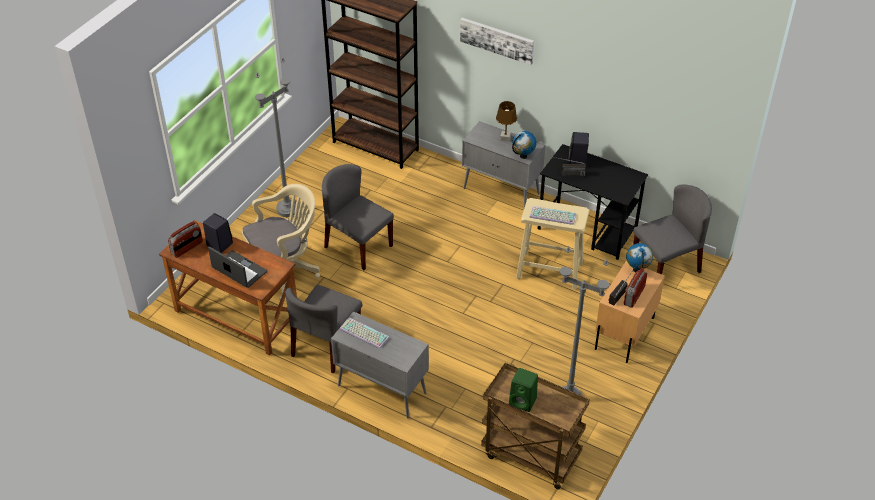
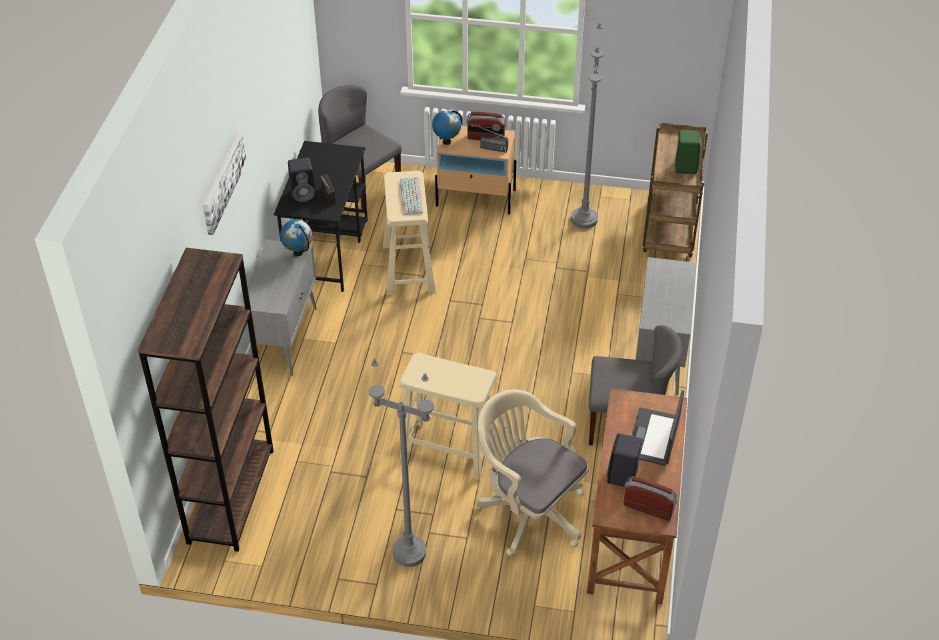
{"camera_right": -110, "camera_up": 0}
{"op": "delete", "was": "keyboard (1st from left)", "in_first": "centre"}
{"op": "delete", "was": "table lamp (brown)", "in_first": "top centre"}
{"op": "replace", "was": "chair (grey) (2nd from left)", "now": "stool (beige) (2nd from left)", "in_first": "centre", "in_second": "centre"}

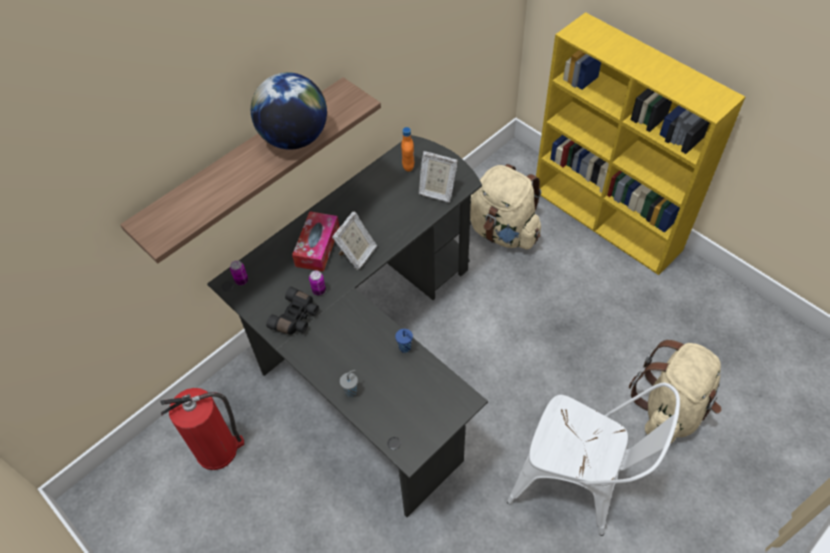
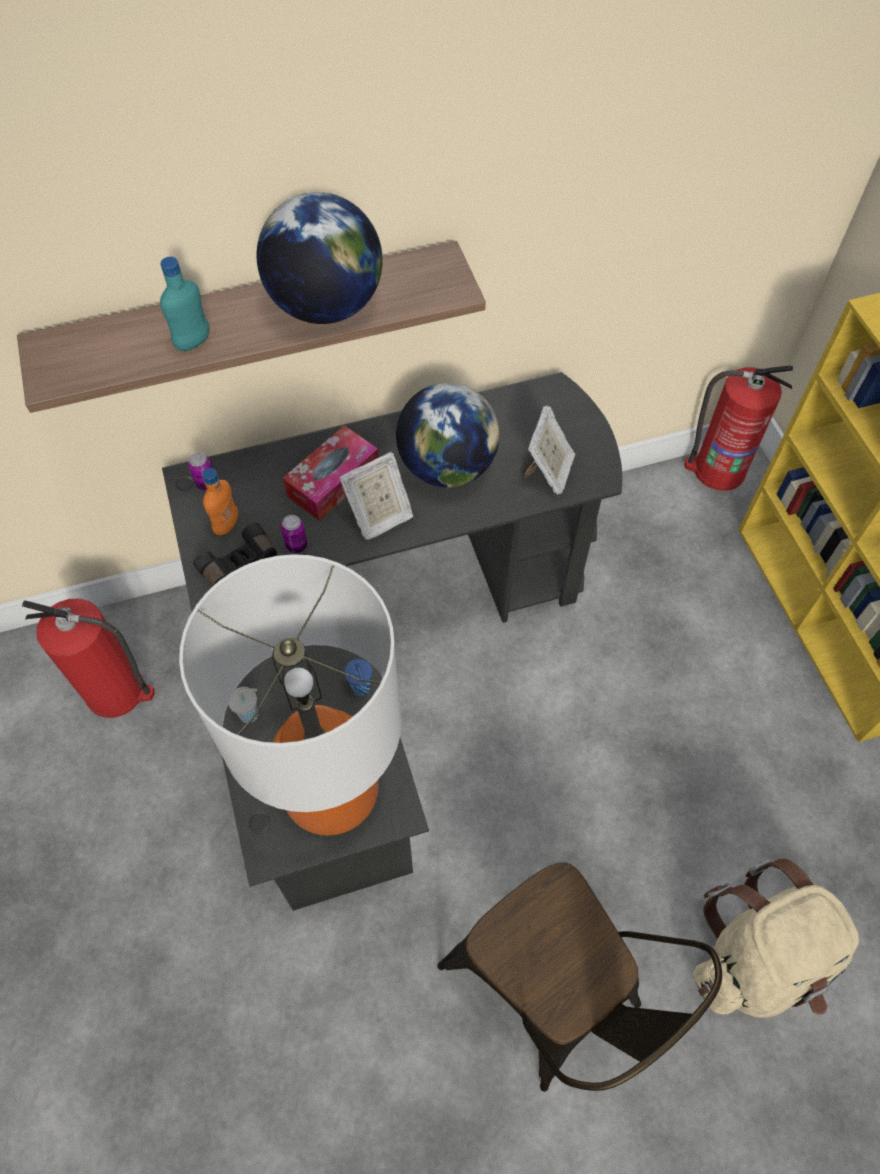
{"camera_right": 25, "camera_up": 5}
{"op": "delete", "was": "backpack (beige) (1st from left)", "in_first": "centre"}
{"op": "insert", "now": "bottle (turquoise)", "in_second": "top left"}
{"op": "insert", "now": "table lamp", "in_second": "middle left"}
{"op": "insert", "now": "globe (2nd from left)", "in_second": "centre"}
{"op": "insert", "now": "fire extinguisher (2nd from left)", "in_second": "middle right"}
{"op": "move", "was": "bottle (orange)", "in_first": "top centre", "in_second": "middle left"}
{"op": "recolor", "was": "chair (white)", "now": "chair (brown)", "in_first": "bottom right", "in_second": "bottom centre"}
{"op": "rotate", "was": "picture frame (2nd from left)", "in_first": "top centre", "in_second": "centre", "clockwise": -120}

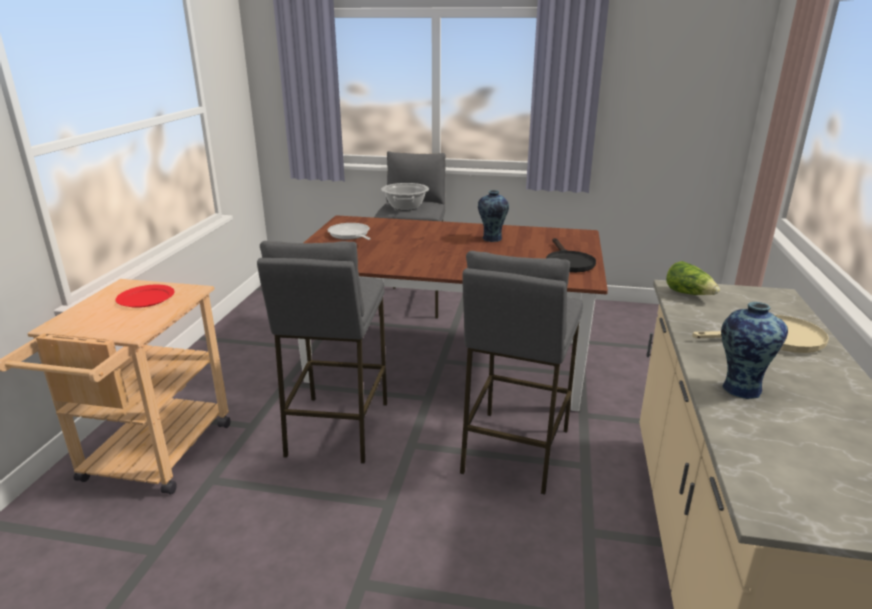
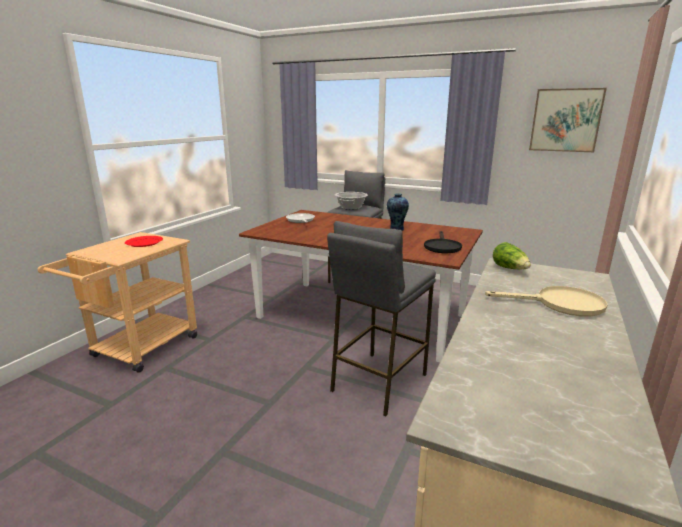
{"camera_right": 15, "camera_up": -5}
{"op": "delete", "was": "stool (grey) (1st from left)", "in_first": "centre"}
{"op": "delete", "was": "vase (2nd from left)", "in_first": "middle right"}
{"op": "insert", "now": "picture", "in_second": "top right"}

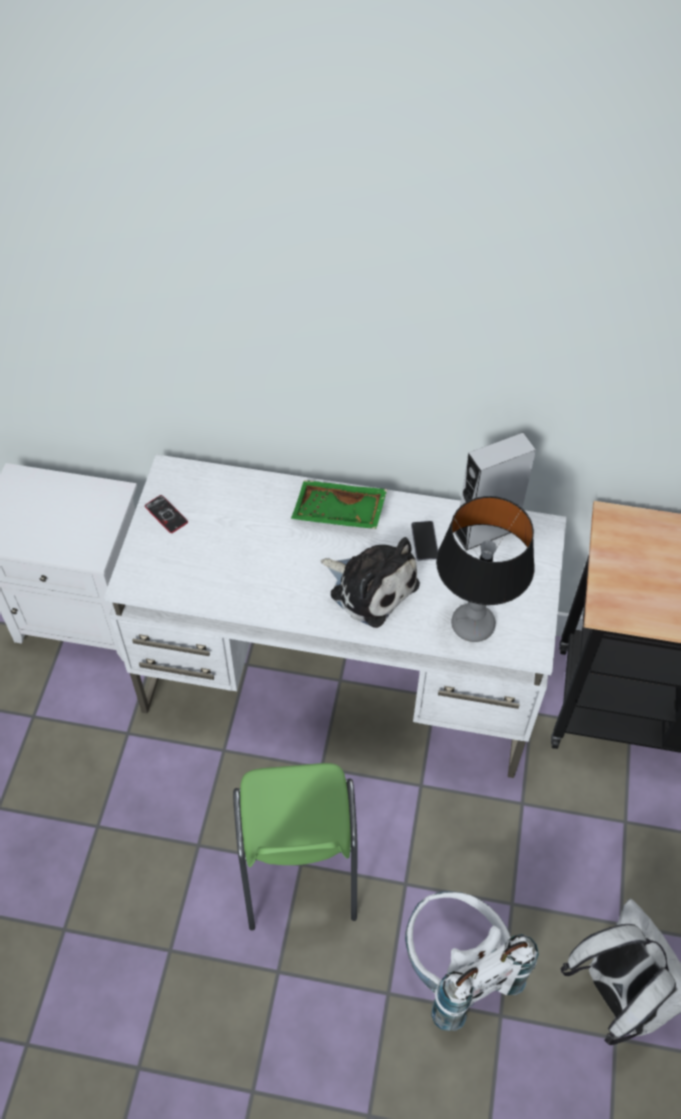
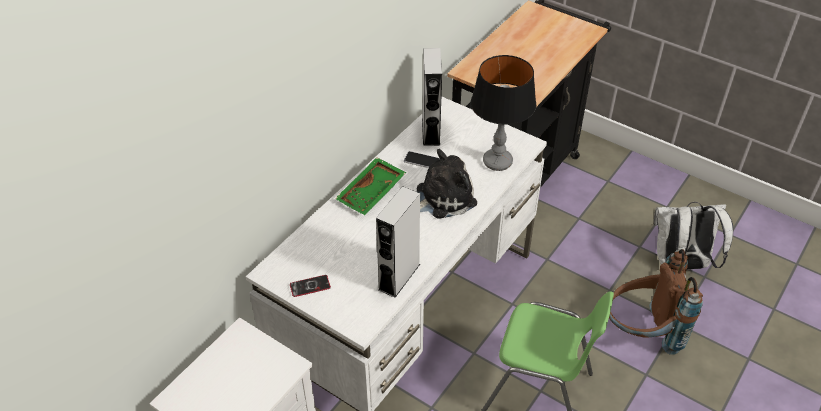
{"camera_right": -65, "camera_up": -10}
{"op": "insert", "now": "speaker (grey) (1st from left)", "in_second": "centre"}
{"op": "recolor", "was": "backpack (white) (1st from left)", "now": "backpack (brown)", "in_first": "bottom right", "in_second": "bottom right"}

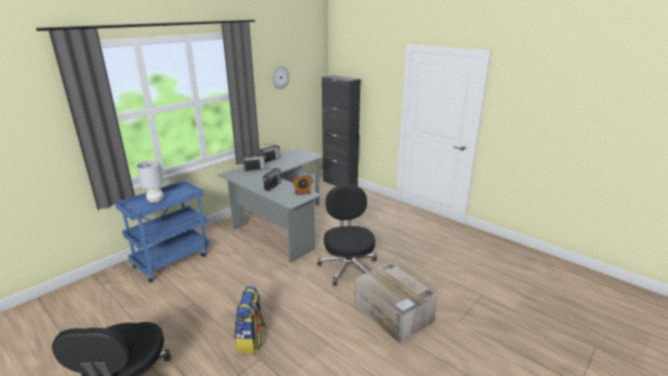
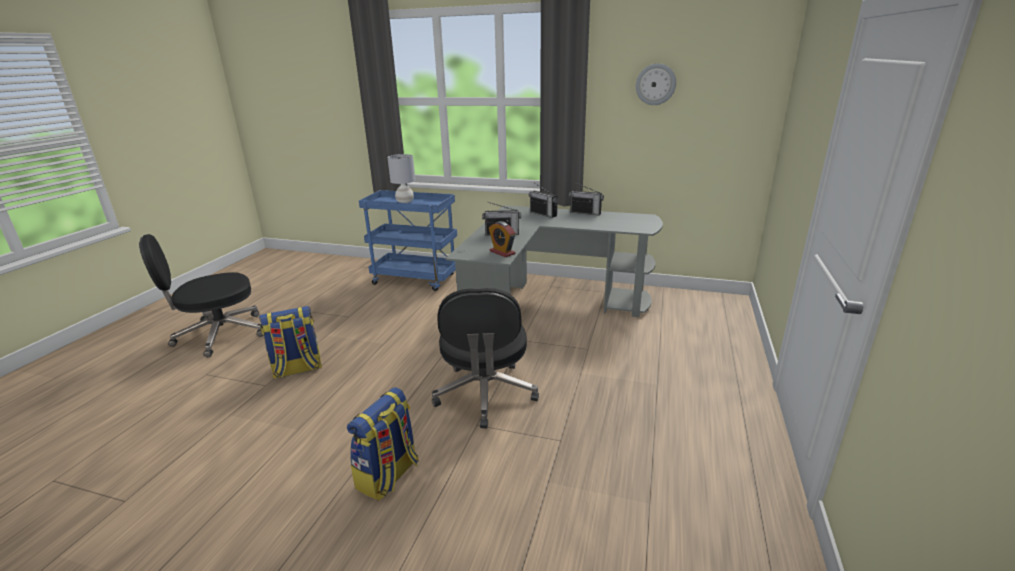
{"camera_right": 65, "camera_up": 0}
{"op": "delete", "was": "cabinet (black)", "in_first": "centre"}
{"op": "replace", "was": "cardboard box", "now": "backpack (2nd from left)", "in_first": "bottom centre", "in_second": "bottom centre"}
{"op": "rotate", "was": "office chair (black) (2nd from left)", "in_first": "centre", "in_second": "centre", "clockwise": 120}

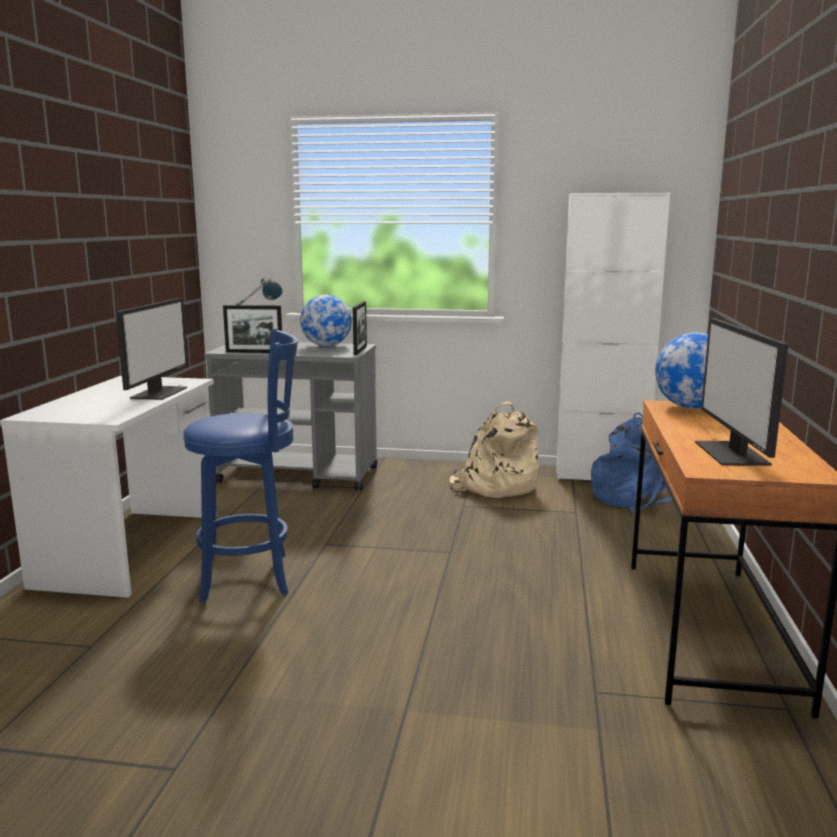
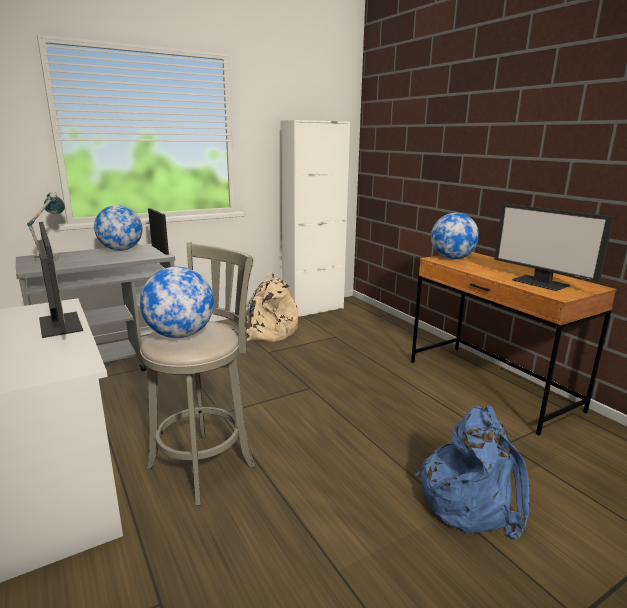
{"camera_right": -40, "camera_up": 5}
{"op": "delete", "was": "picture frame (1st from left)", "in_first": "middle left"}
{"op": "insert", "now": "globe (2nd from left)", "in_second": "middle left"}
{"op": "move", "was": "backpack (blue)", "in_first": "middle right", "in_second": "bottom right"}
{"op": "recolor", "was": "stool (blue)", "now": "stool (grey)", "in_first": "middle left", "in_second": "middle left"}

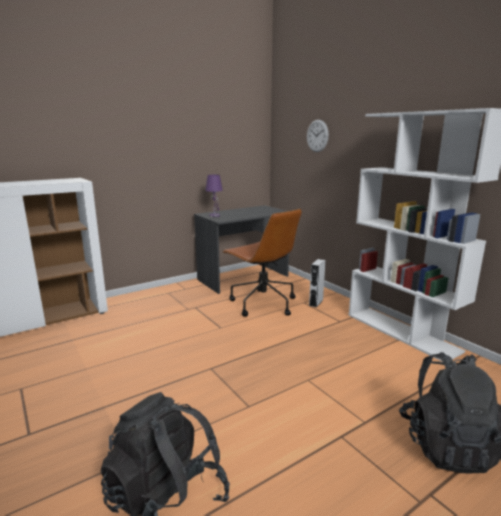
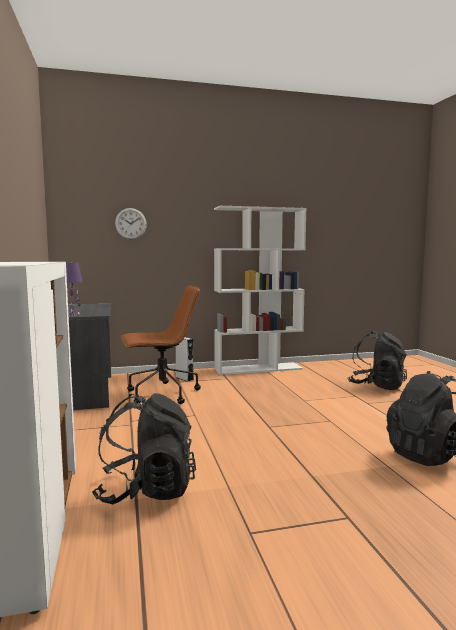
{"camera_right": -70, "camera_up": -10}
{"op": "insert", "now": "backpack (black) (1st from left)", "in_second": "bottom left"}

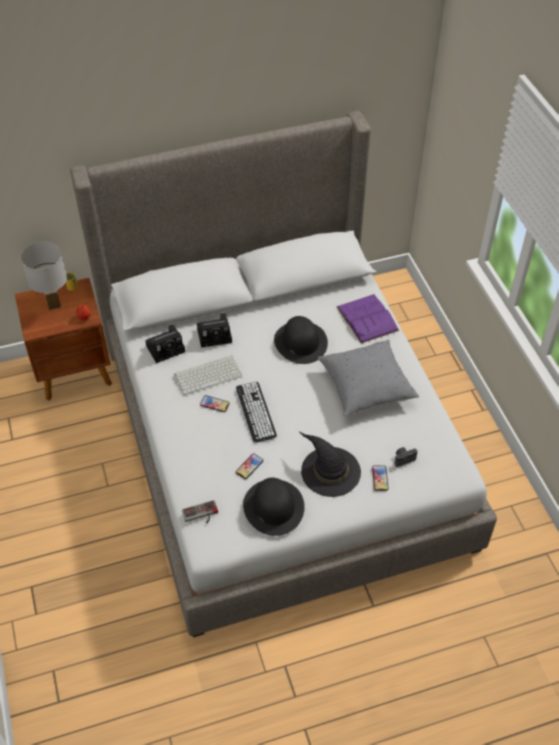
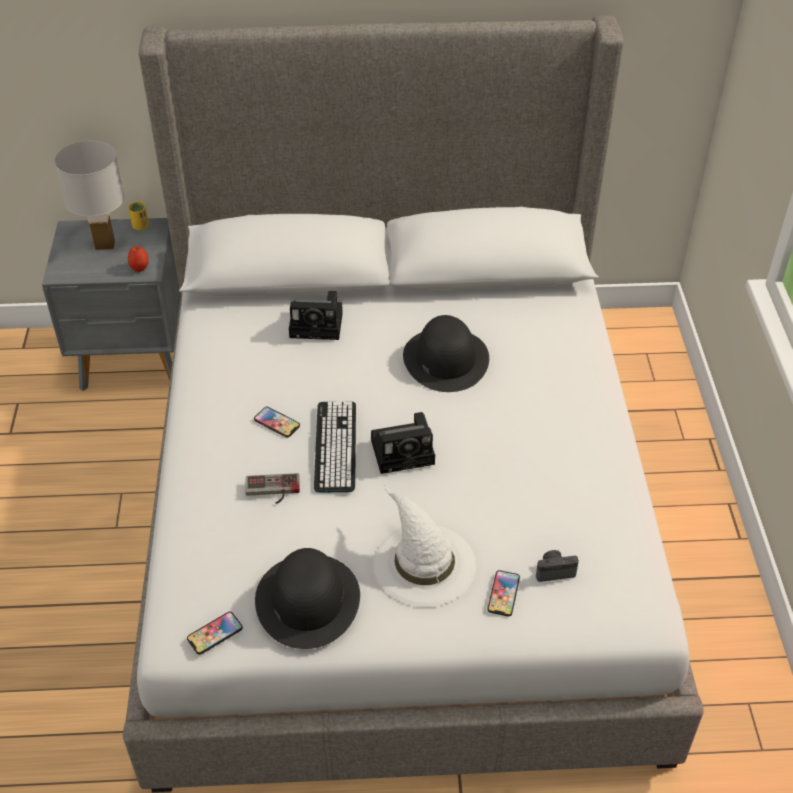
{"camera_right": 15, "camera_up": -5}
{"op": "delete", "was": "keyboard (1st from left)", "in_first": "centre"}
{"op": "delete", "was": "pillow (grey)", "in_first": "centre"}
{"op": "delete", "was": "book (purple)", "in_first": "centre"}
{"op": "move", "was": "photo camera (1st from left in the first image)", "now": "photo camera (2nd from left)", "in_first": "middle left", "in_second": "centre"}
{"op": "move", "was": "game controller", "in_first": "bottom centre", "in_second": "centre"}
{"op": "move", "was": "phone (2nd from left in the first image)", "now": "phone (1st from left)", "in_first": "centre", "in_second": "bottom left"}
{"op": "recolor", "was": "nightstand (brown)", "now": "nightstand (grey)", "in_first": "middle left", "in_second": "middle left"}
{"op": "recolor", "was": "hat (black) (3rd from left)", "now": "hat (white)", "in_first": "centre", "in_second": "bottom centre"}

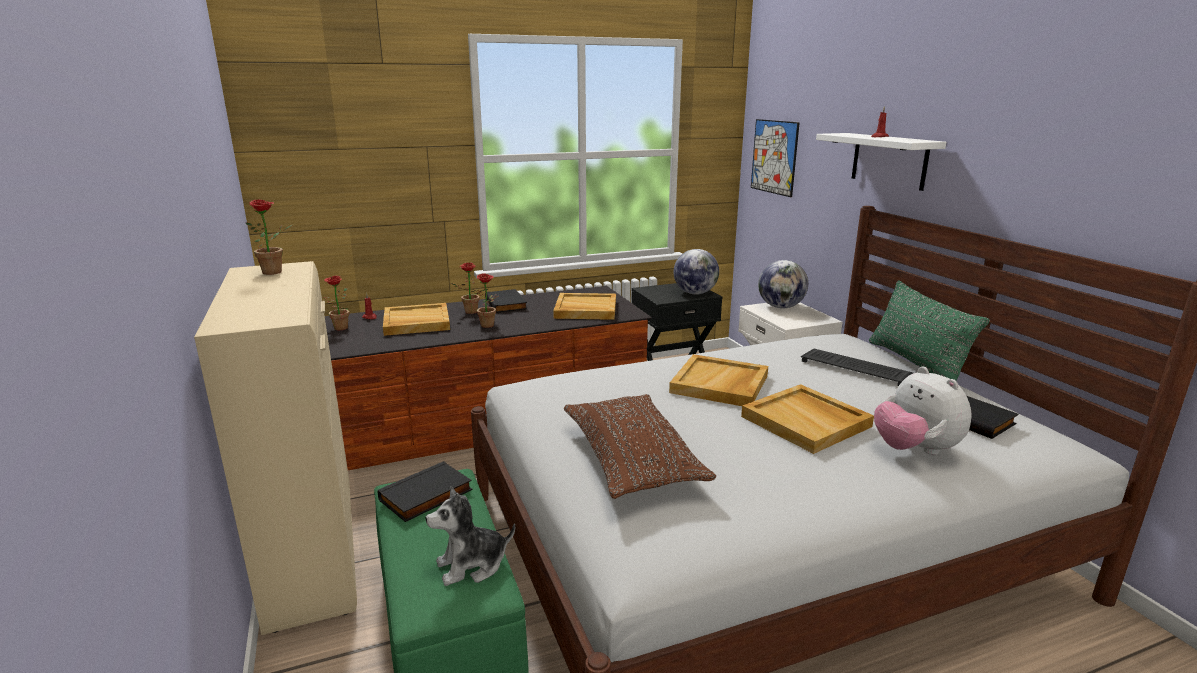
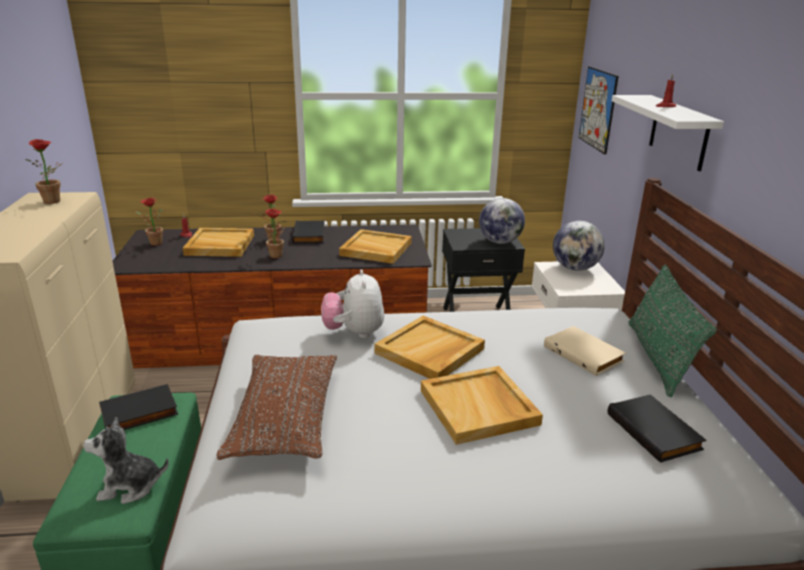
{"camera_right": 15, "camera_up": 5}
{"op": "move", "was": "plush toy (2nd from left)", "in_first": "middle right", "in_second": "centre"}
{"op": "replace", "was": "keyboard", "now": "book (beige)", "in_first": "middle right", "in_second": "middle right"}

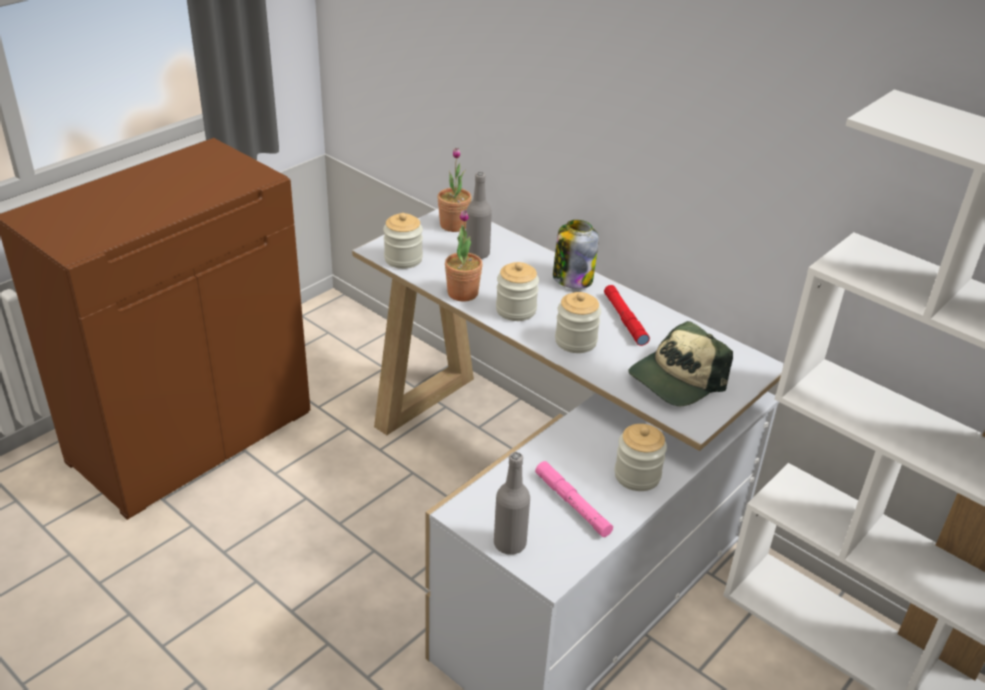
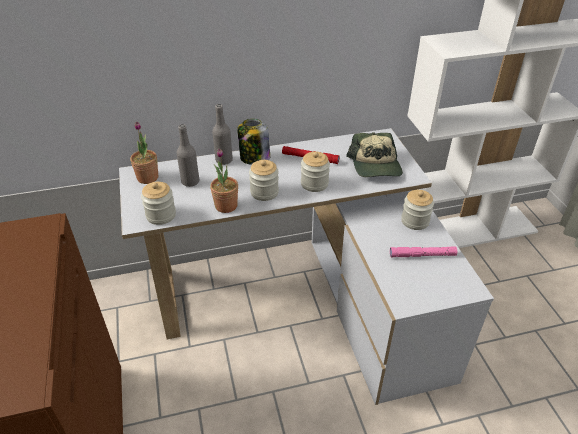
{"camera_right": -55, "camera_up": 5}
{"op": "move", "was": "bottle (grey) (2nd from left)", "in_first": "bottom centre", "in_second": "top centre"}

